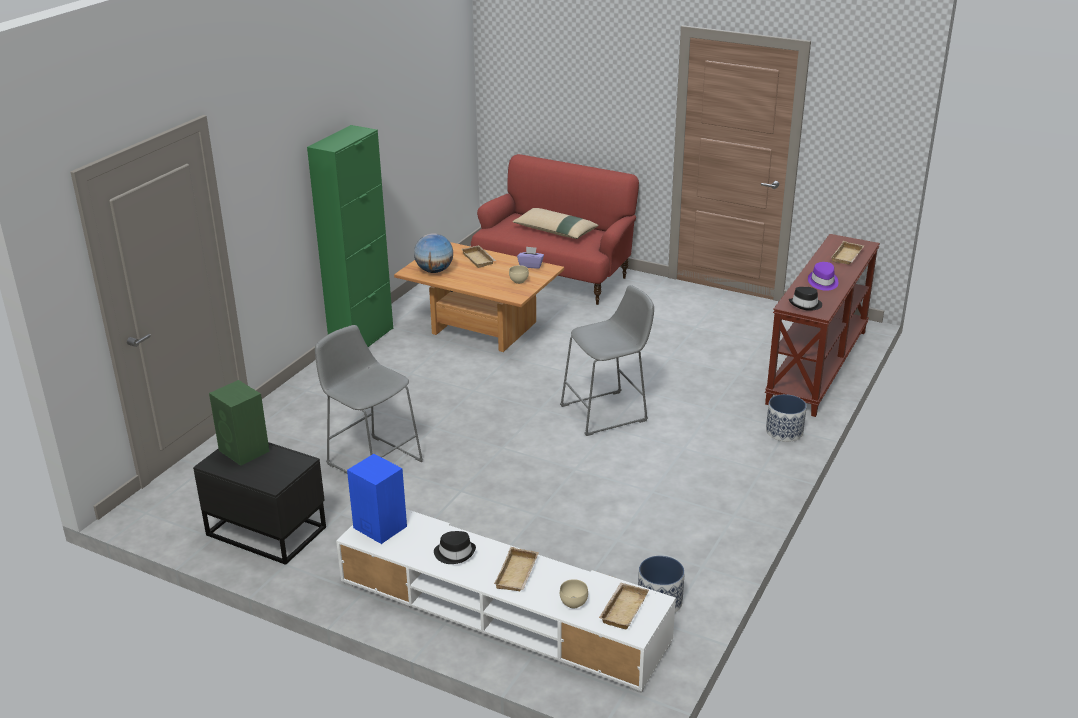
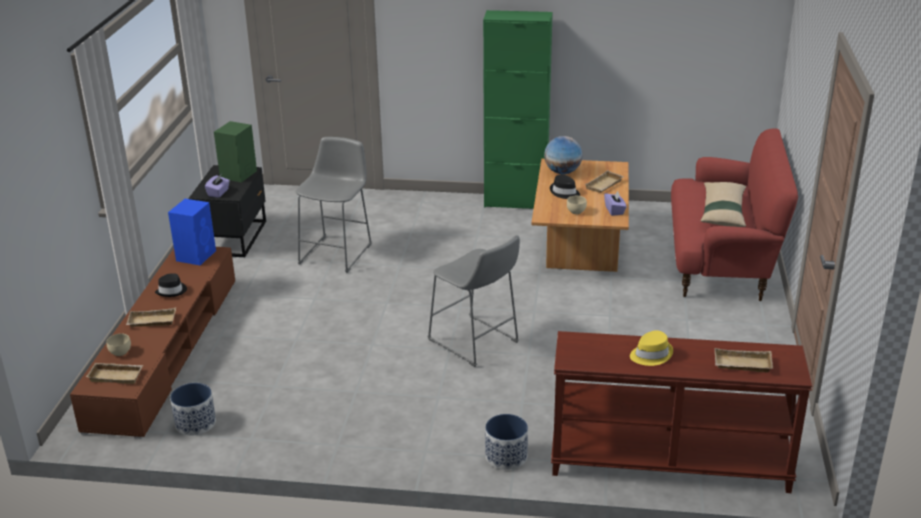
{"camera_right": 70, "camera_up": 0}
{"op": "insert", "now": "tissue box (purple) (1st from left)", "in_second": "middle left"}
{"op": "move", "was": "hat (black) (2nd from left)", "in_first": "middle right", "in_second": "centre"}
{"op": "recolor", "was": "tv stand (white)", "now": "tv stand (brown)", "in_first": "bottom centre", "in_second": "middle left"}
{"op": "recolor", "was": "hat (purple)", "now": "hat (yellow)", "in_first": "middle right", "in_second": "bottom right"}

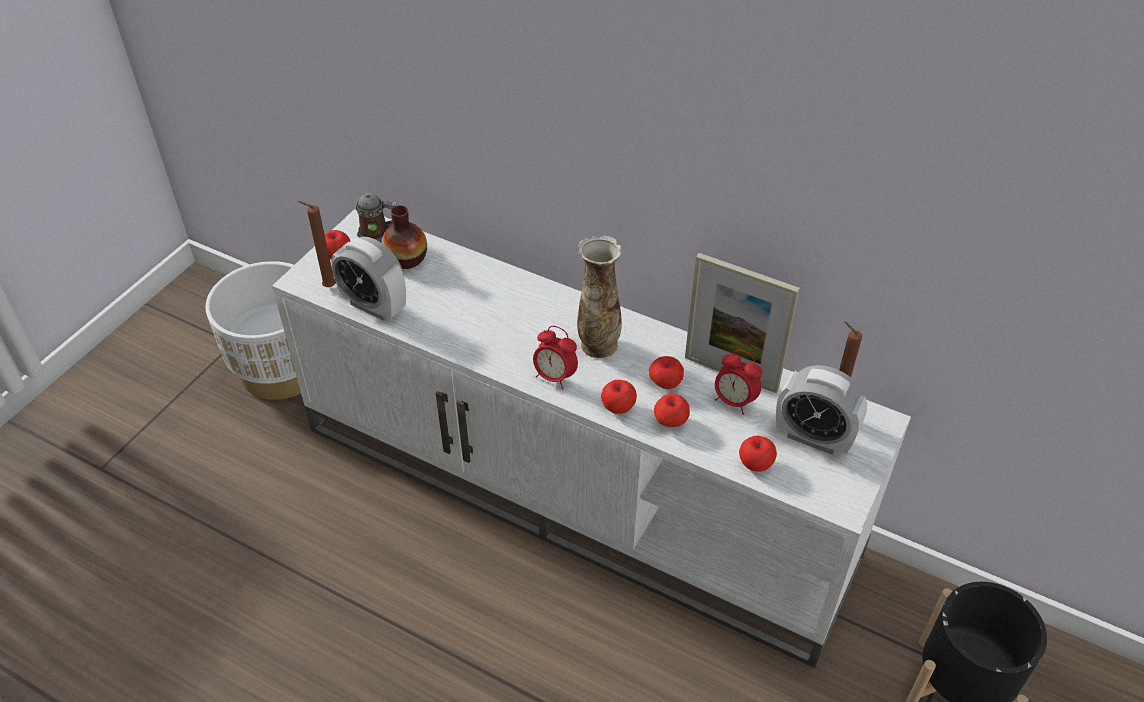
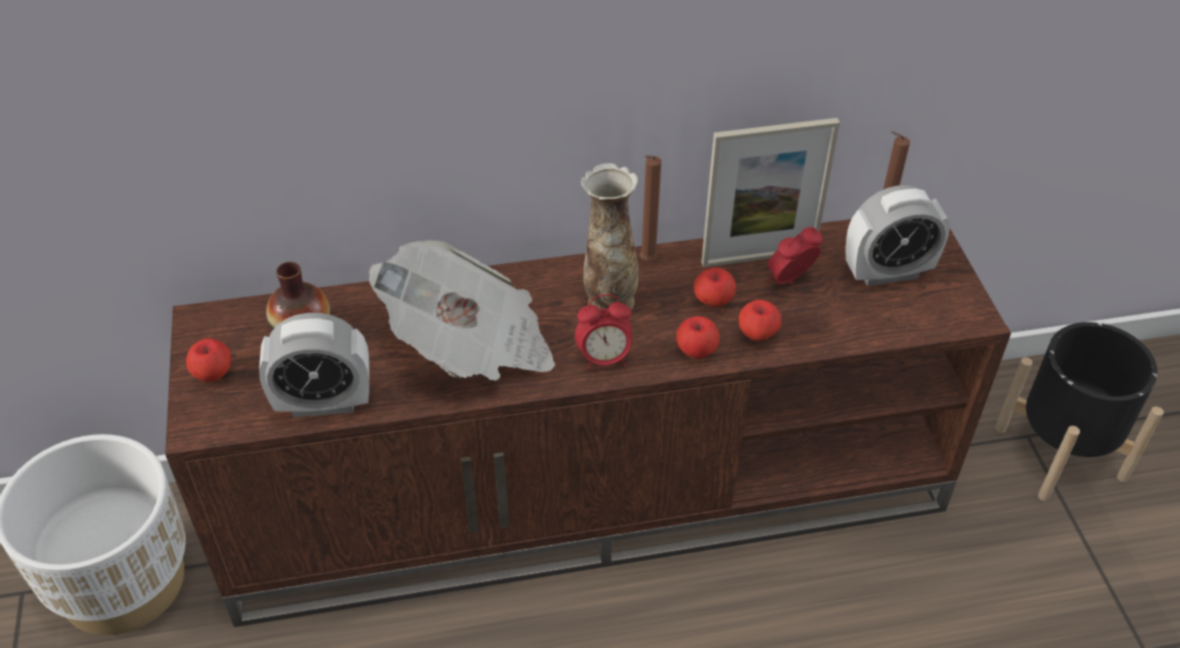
{"camera_right": -40, "camera_up": 0}
{"op": "delete", "was": "mug", "in_first": "top left"}
{"op": "delete", "was": "apple (5th from left)", "in_first": "centre"}
{"op": "insert", "now": "newspaper", "in_second": "centre"}
{"op": "move", "was": "candle (brown) (1st from left)", "in_first": "middle left", "in_second": "top centre"}
{"op": "recolor", "was": "tv stand (white)", "now": "tv stand (brown)", "in_first": "centre", "in_second": "centre"}
{"op": "rotate", "was": "alarm clock (3rd from left)", "in_first": "centre", "in_second": "middle right", "clockwise": 150}

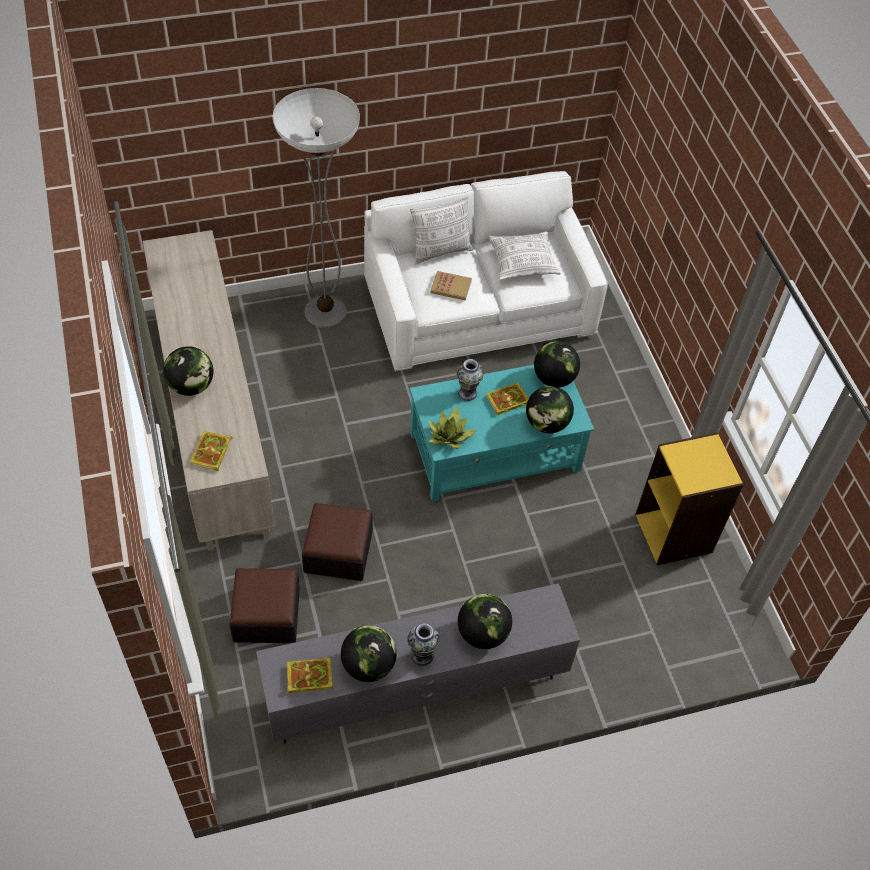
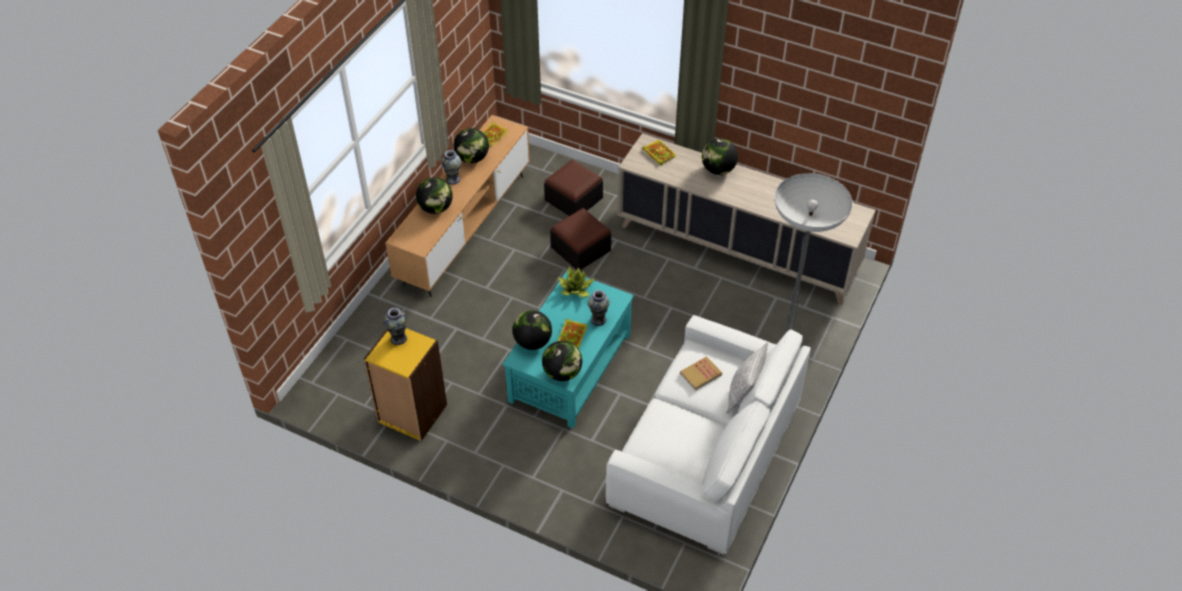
{"camera_right": 135, "camera_up": -5}
{"op": "delete", "was": "pillow (2nd from left)", "in_first": "top centre"}
{"op": "insert", "now": "vase (1st from left)", "in_second": "centre"}
{"op": "recolor", "was": "tv stand (grey)", "now": "tv stand (brown)", "in_first": "bottom centre", "in_second": "centre"}

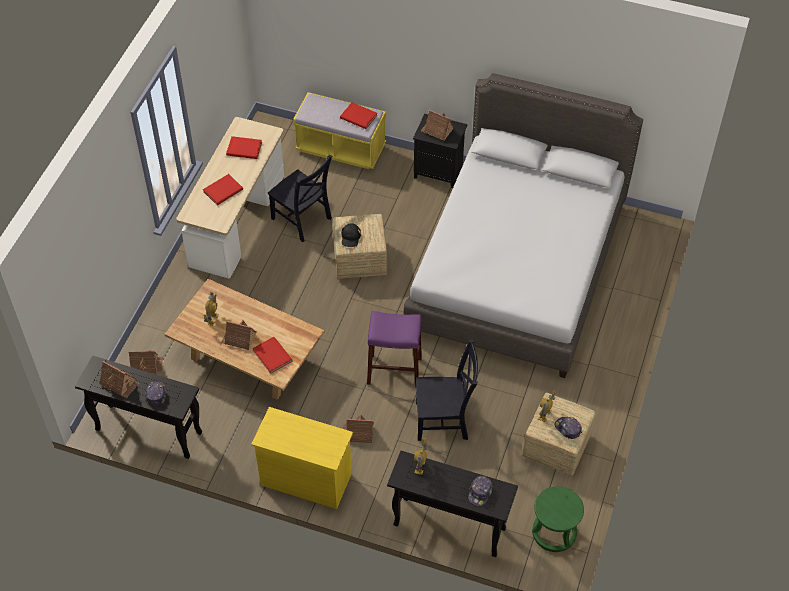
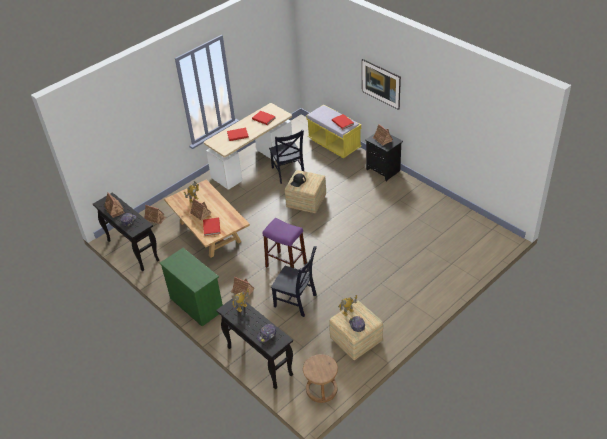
{"camera_right": 30, "camera_up": -10}
{"op": "delete", "was": "bed (grey)", "in_first": "centre"}
{"op": "insert", "now": "picture", "in_second": "top centre"}
{"op": "recolor", "was": "dresser (yellow)", "now": "dresser (green)", "in_first": "bottom centre", "in_second": "middle left"}
{"op": "recolor", "was": "stool (green)", "now": "stool (brown)", "in_first": "bottom right", "in_second": "bottom centre"}

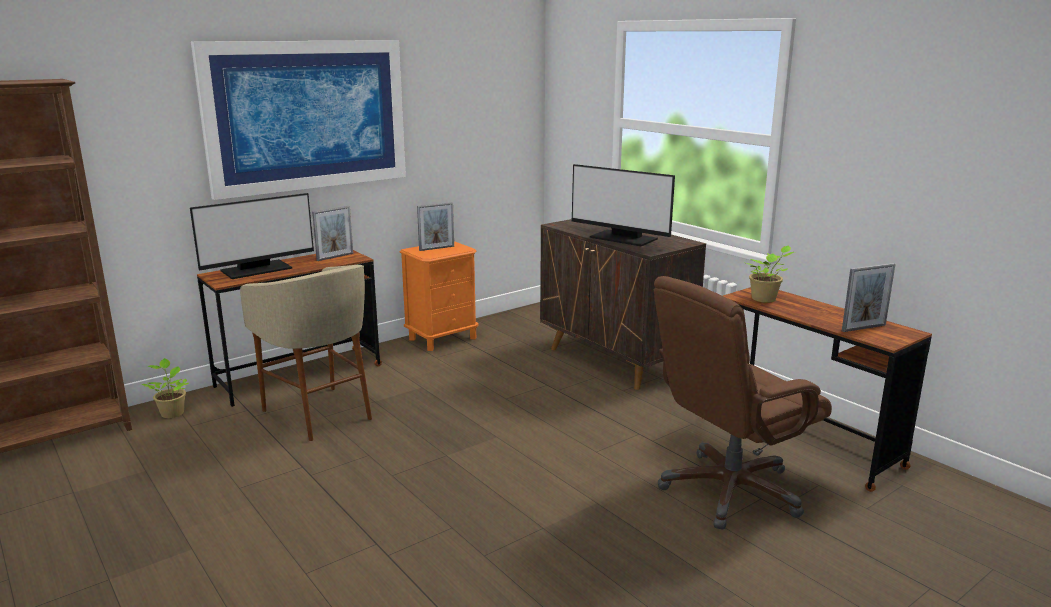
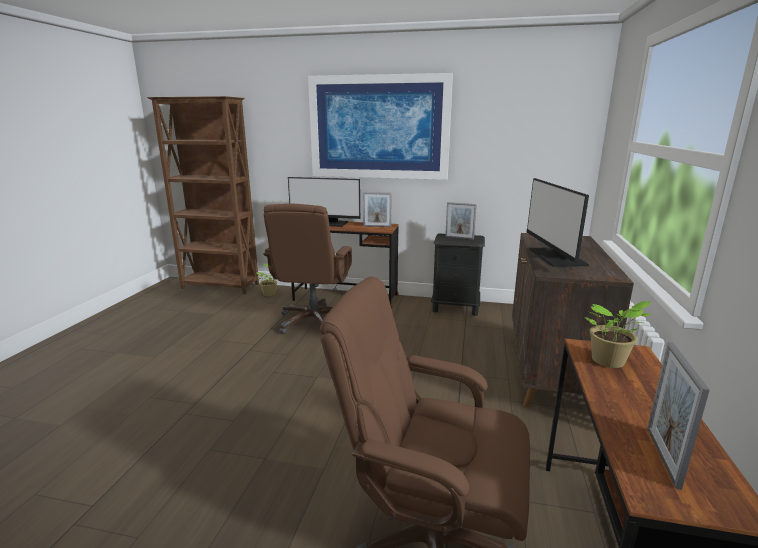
{"camera_right": 50, "camera_up": 0}
{"op": "replace", "was": "stool (beige)", "now": "office chair (brown) (1st from left)", "in_first": "middle left", "in_second": "centre"}
{"op": "recolor", "was": "nightstand (orange)", "now": "nightstand (black)", "in_first": "centre", "in_second": "centre"}
{"op": "rotate", "was": "picture frame (3rd from left)", "in_first": "middle right", "in_second": "bottom right", "clockwise": 75}

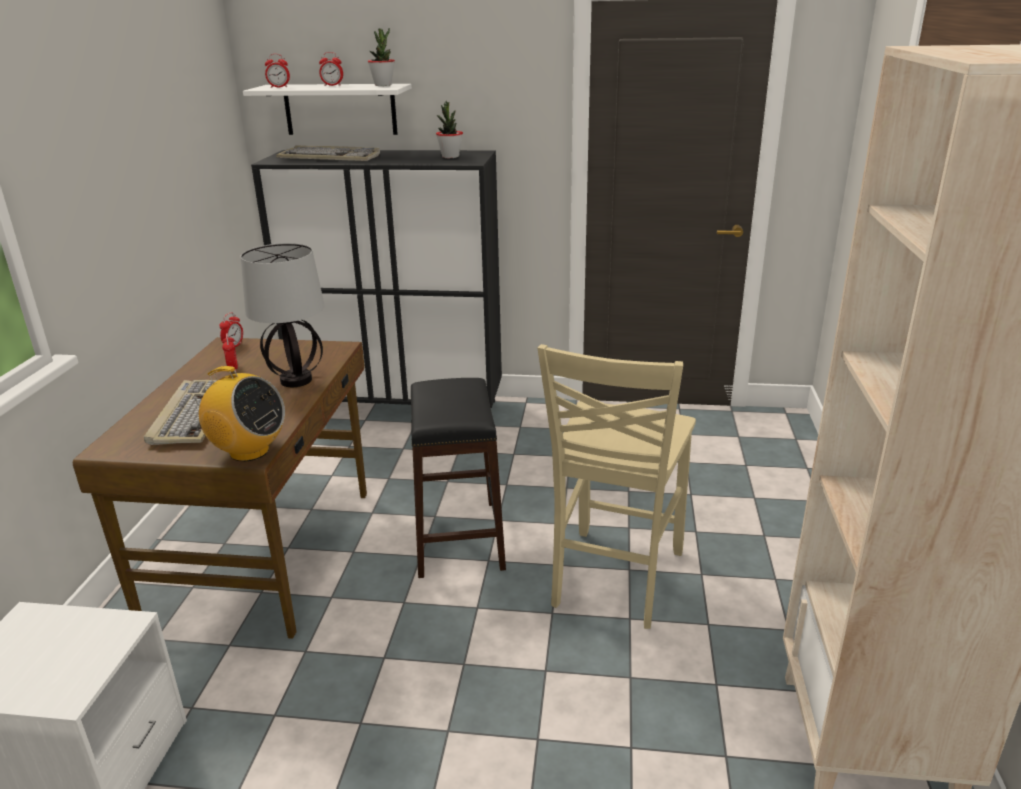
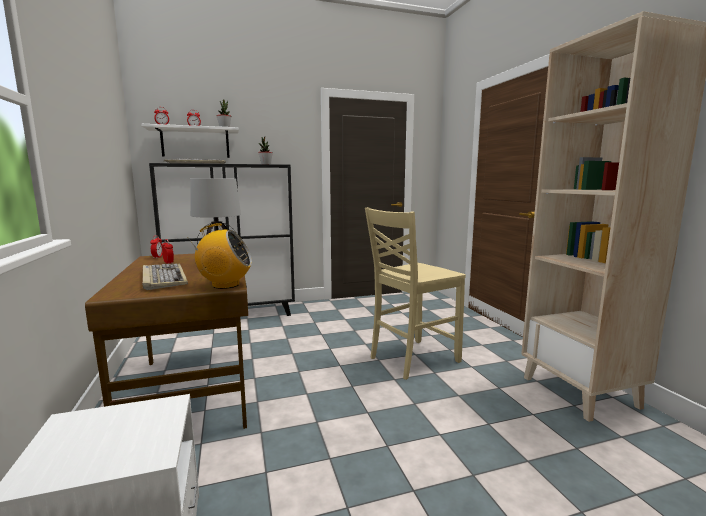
{"camera_right": -25, "camera_up": -15}
{"op": "delete", "was": "stool (black)", "in_first": "centre"}
{"op": "rotate", "was": "chair (beige)", "in_first": "centre", "in_second": "centre", "clockwise": 60}

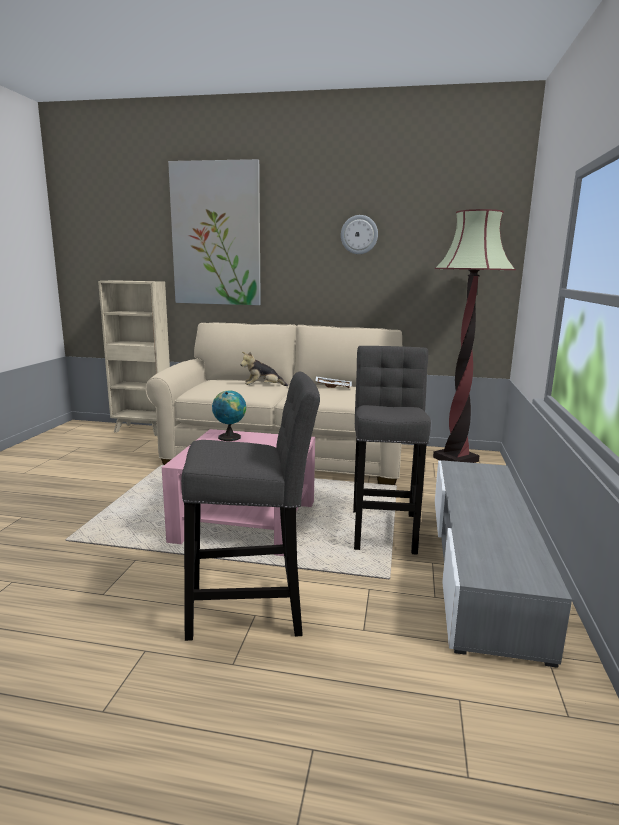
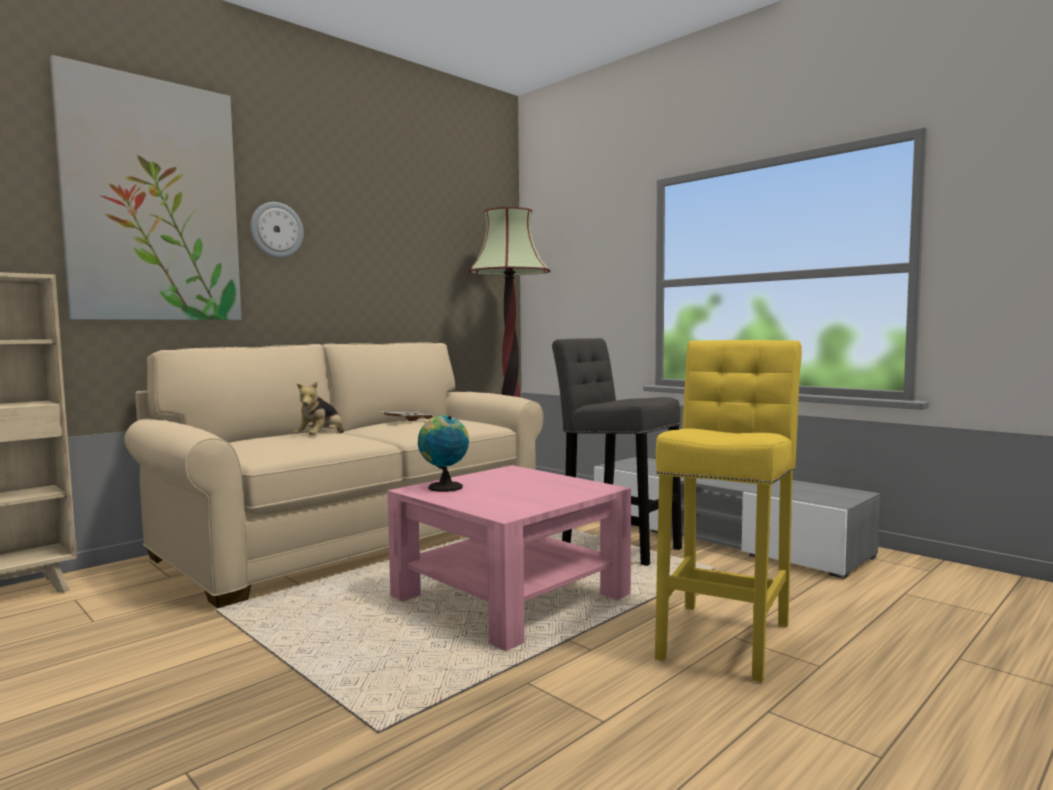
{"camera_right": -55, "camera_up": -10}
{"op": "move", "was": "wall clock", "in_first": "top centre", "in_second": "top left"}
{"op": "recolor", "was": "stool (grey) (1st from left)", "now": "stool (yellow)", "in_first": "centre", "in_second": "middle right"}

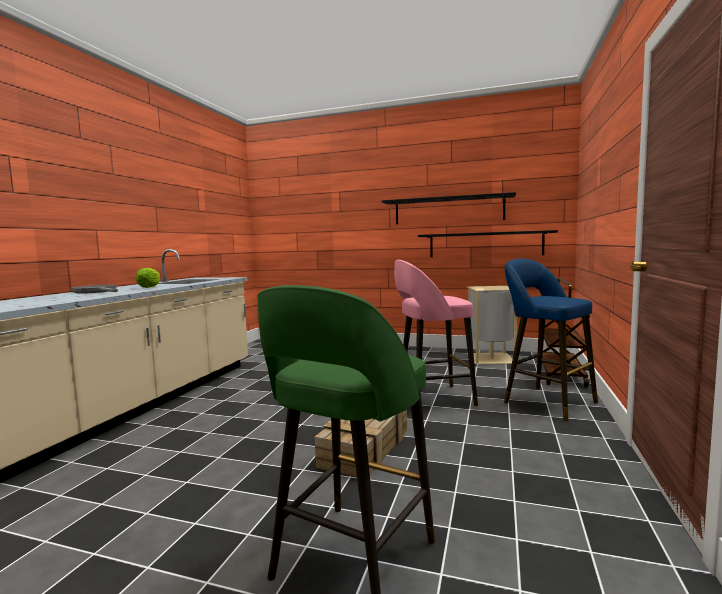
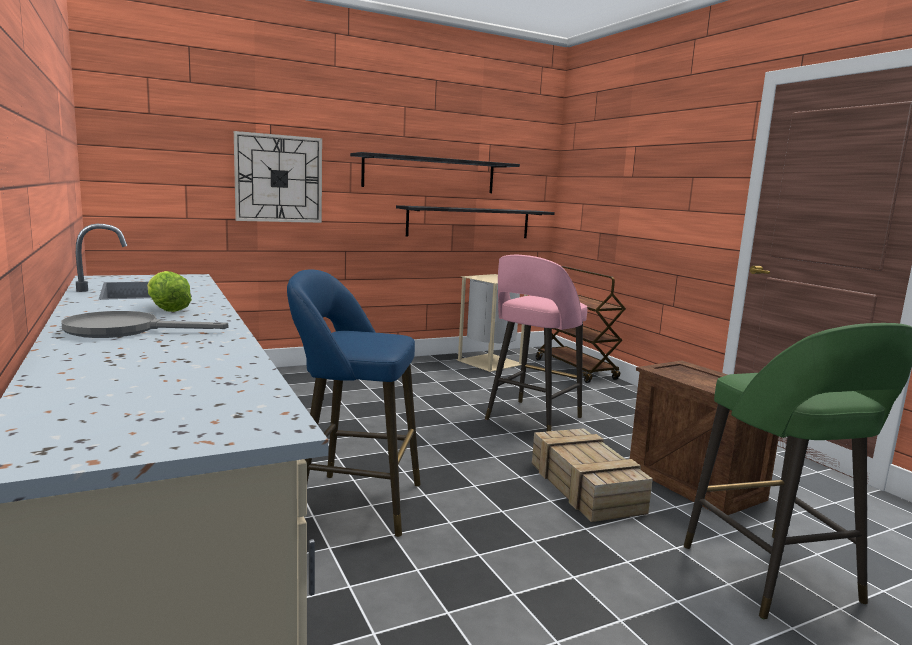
{"camera_right": -45, "camera_up": 5}
{"op": "insert", "now": "wall clock", "in_second": "top left"}
{"op": "insert", "now": "crate (2nd from left)", "in_second": "bottom right"}
{"op": "move", "was": "stool (blue)", "in_first": "middle right", "in_second": "centre"}

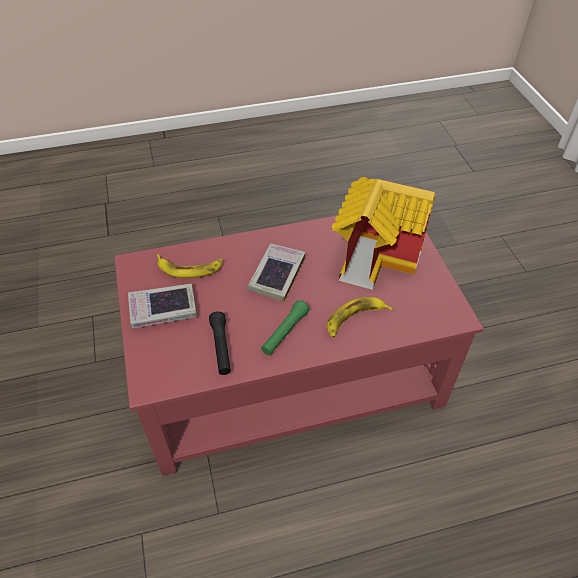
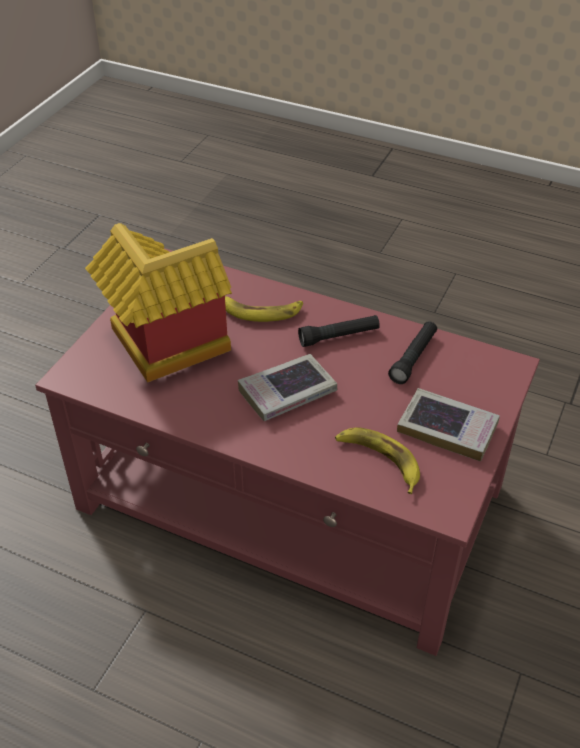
{"camera_right": -140, "camera_up": -5}
{"op": "recolor", "was": "flashlight (green)", "now": "flashlight (black) (1st from left)", "in_first": "centre", "in_second": "centre"}

